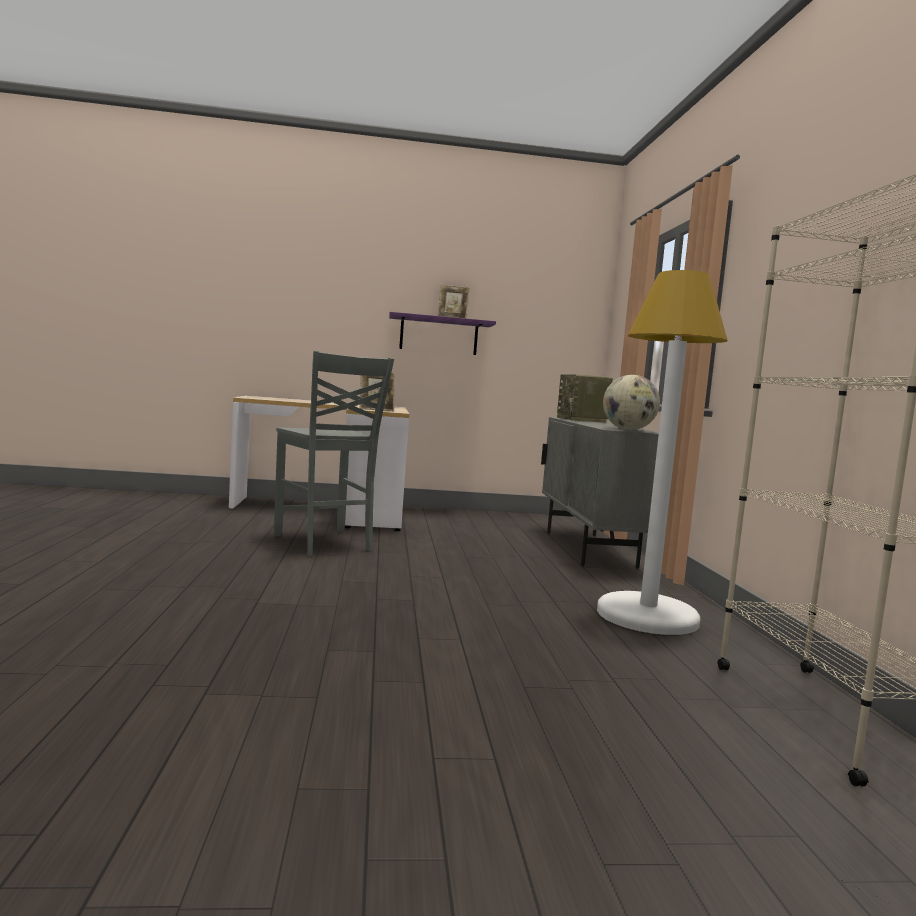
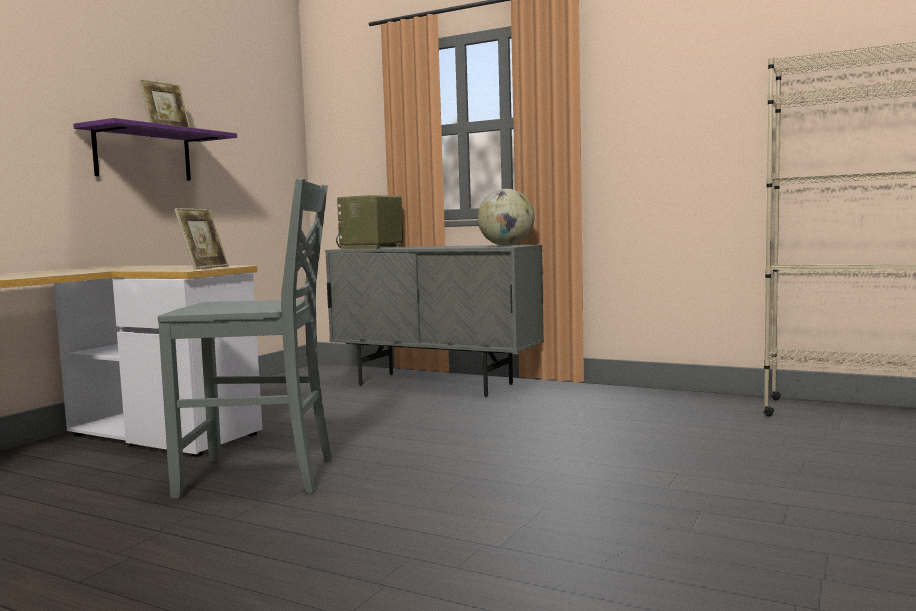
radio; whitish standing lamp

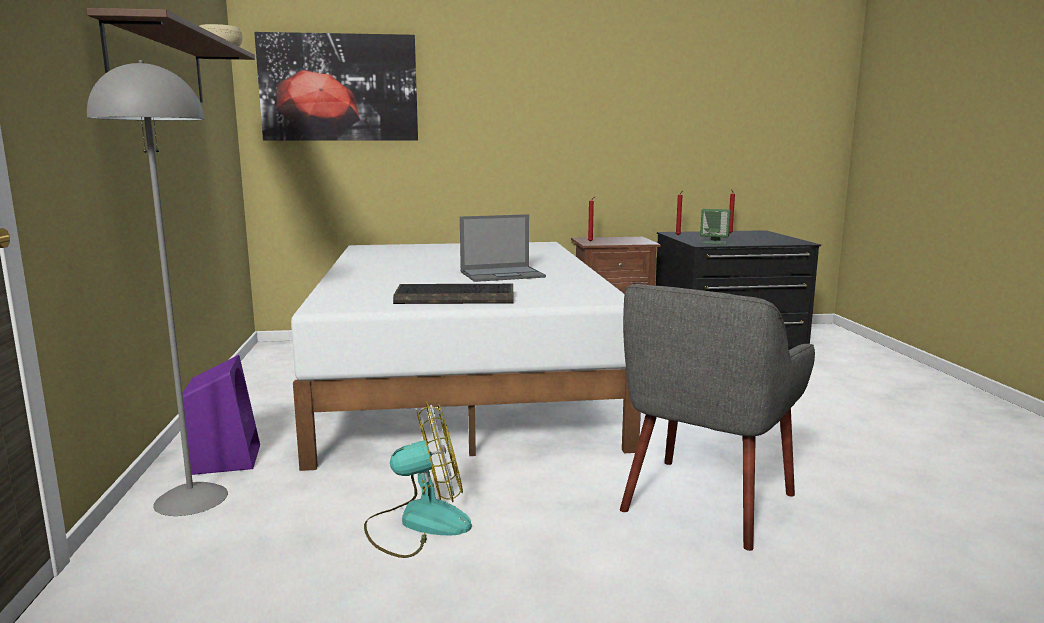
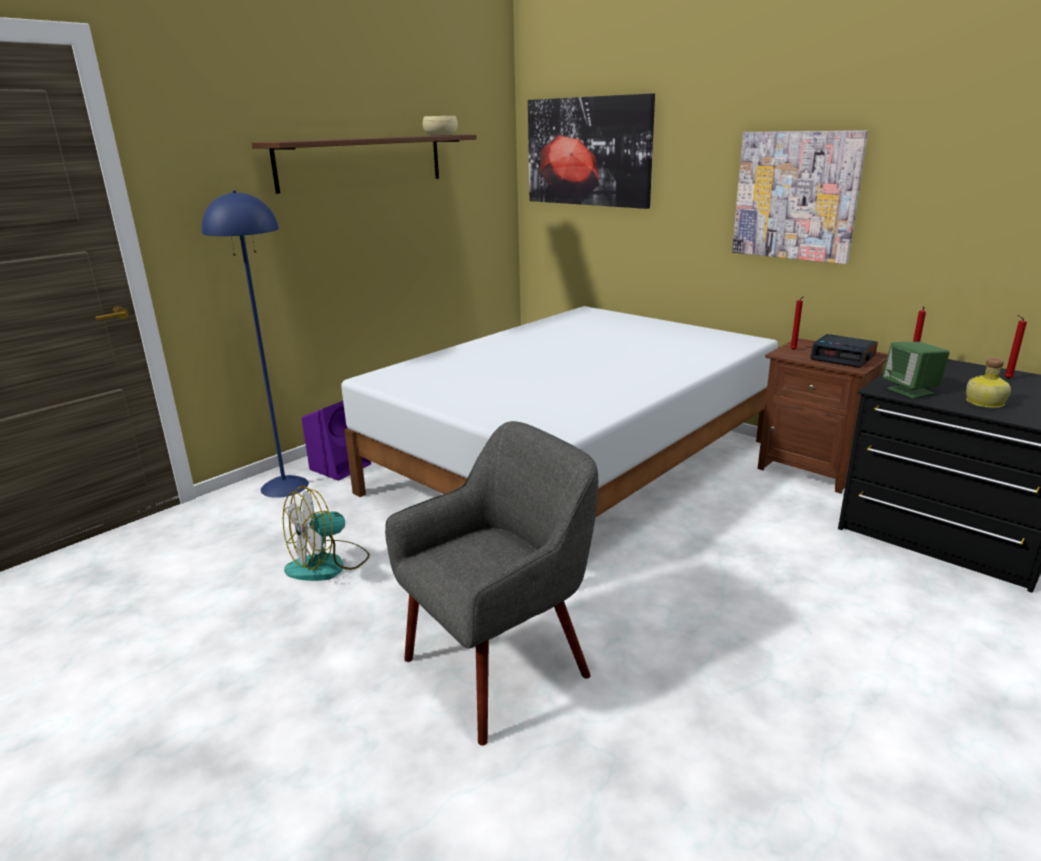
bluish standing lamp; fan; grey easy chair; wall picture (no. 2 from left); bedside clock; bottle; computer keyboard; portable computer

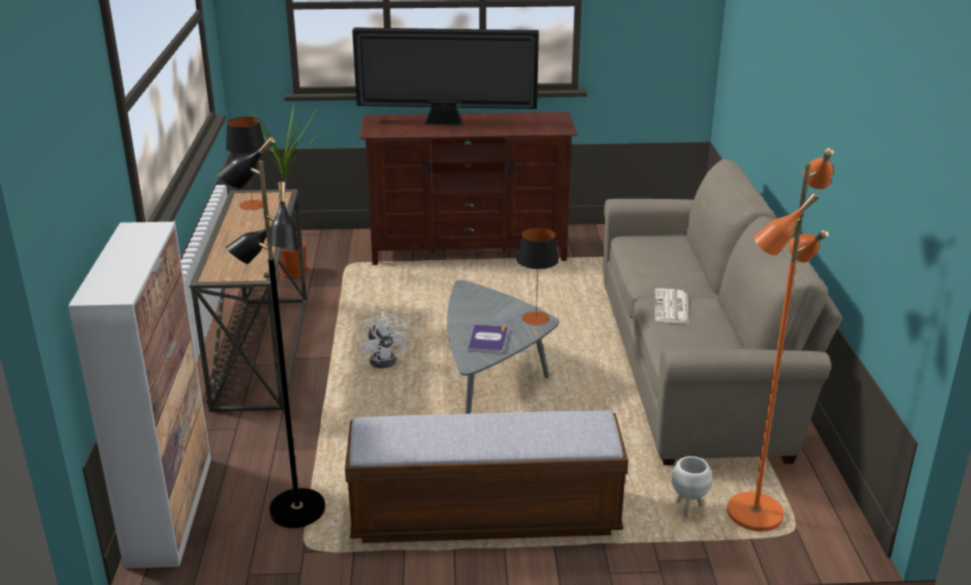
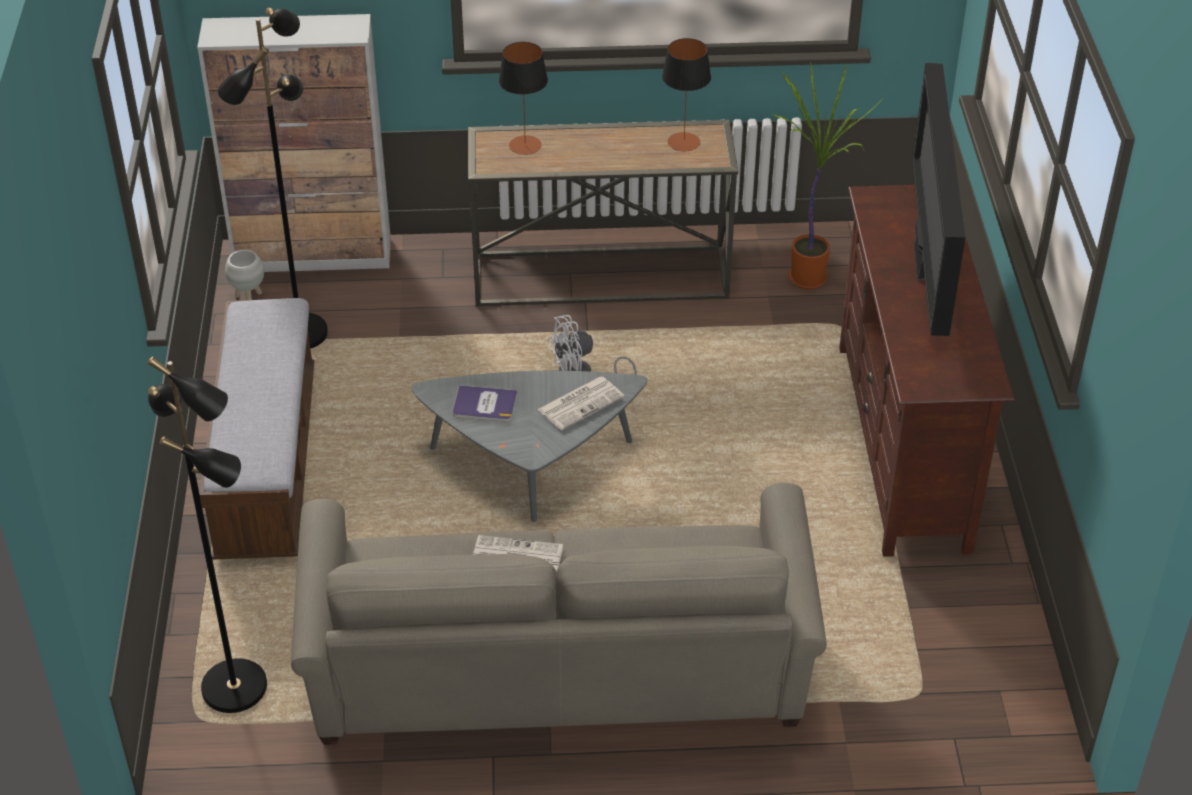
black standing lamp (no. 1 from left); whitish planter; lamp for a table (no. 1 from left); newspaper (no. 2 from left)

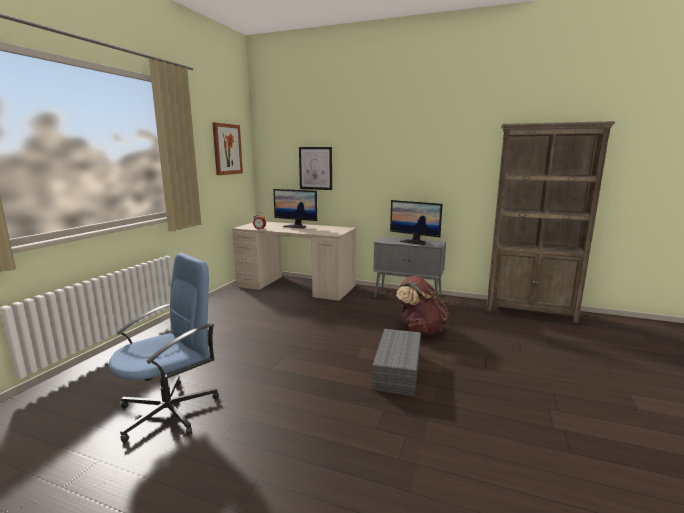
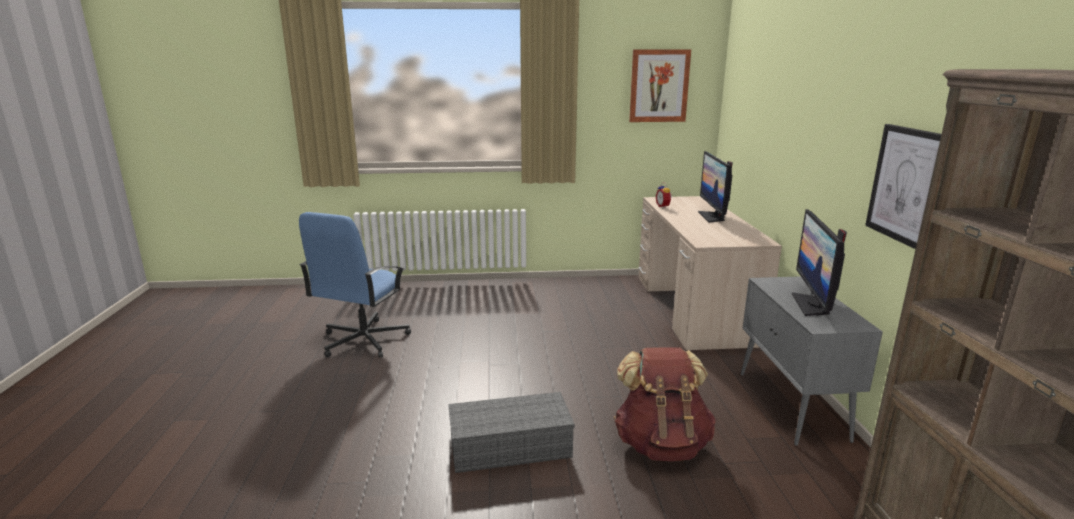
bluish computer chair; wall picture (no. 2 from left)

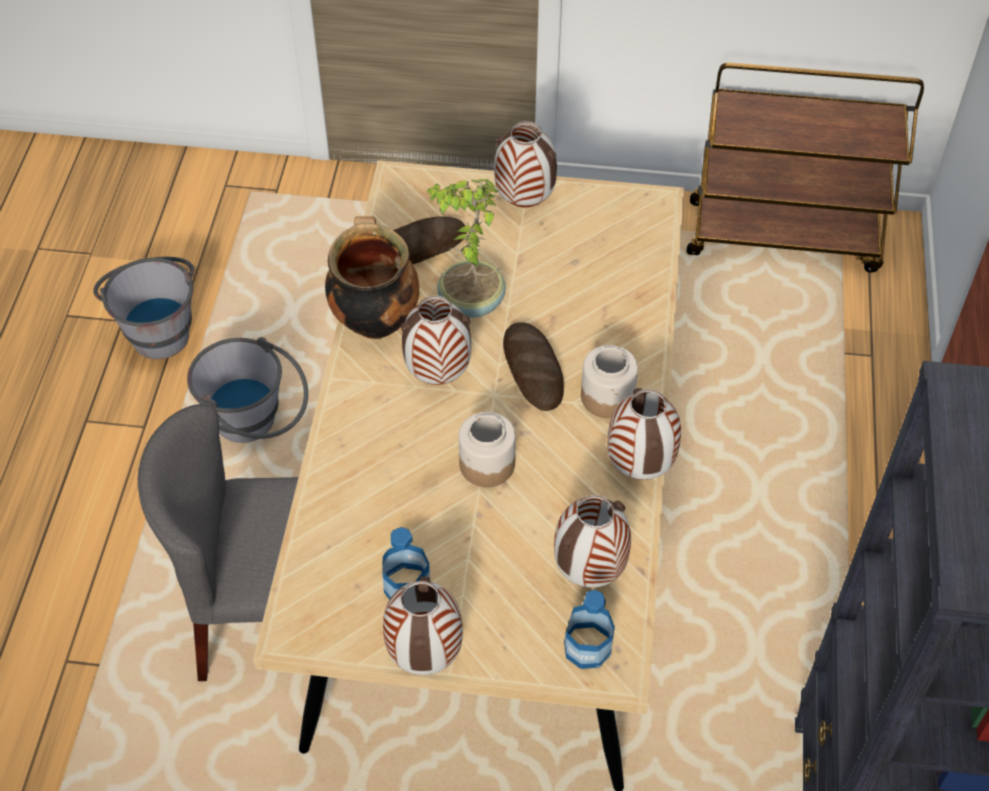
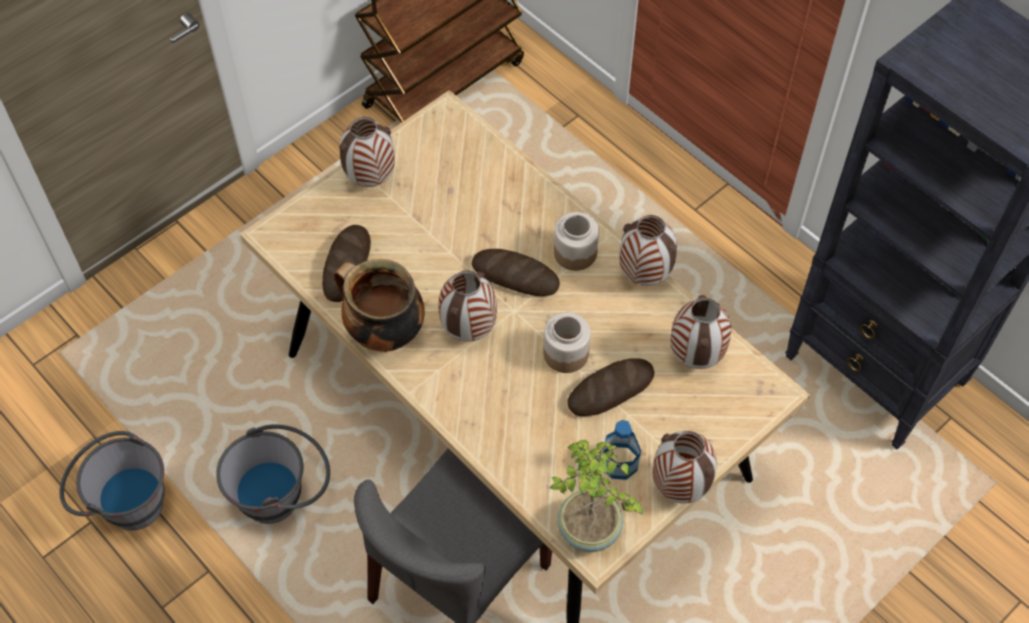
plant in a pot; bakery bread (no. 3 from left); bottle (no. 2 from left in the first image)

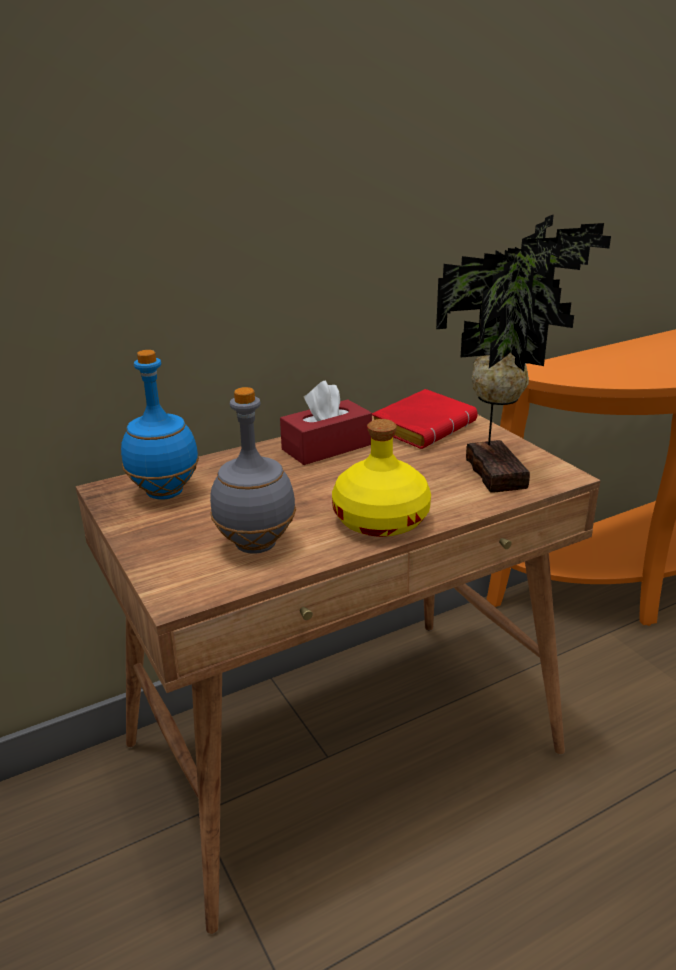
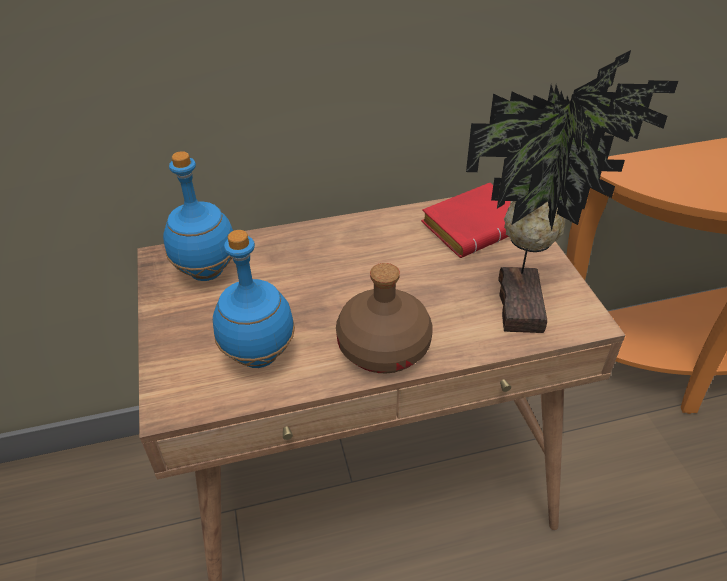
bluish bottle (no. 2 from left); brown-coloured bottle; red-coloured tissue box

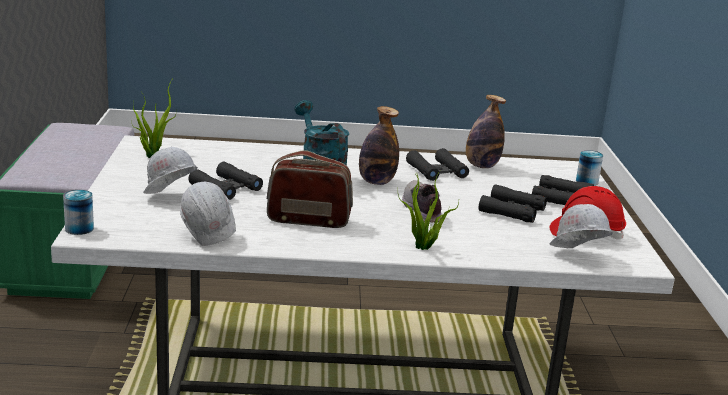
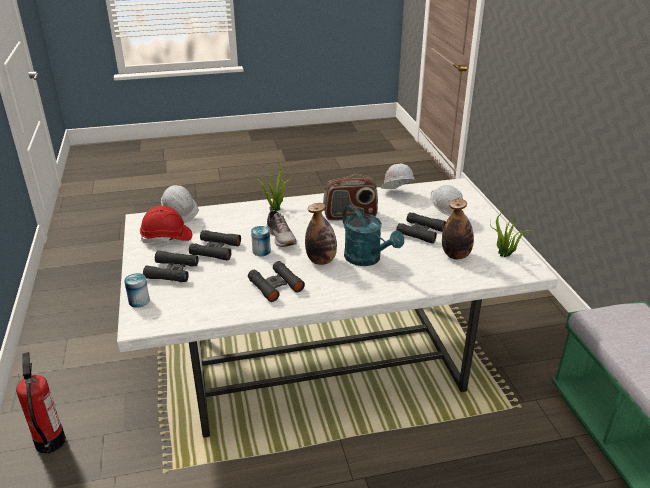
fire-fighting cylinder; can (no. 2 from left); bottle (no. 2 from left)

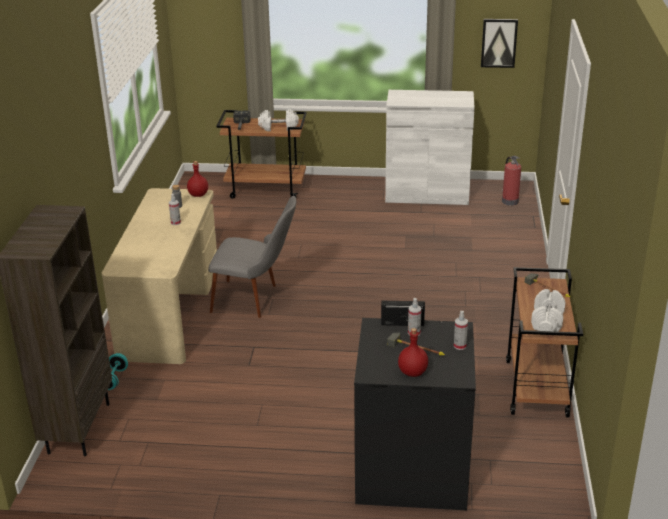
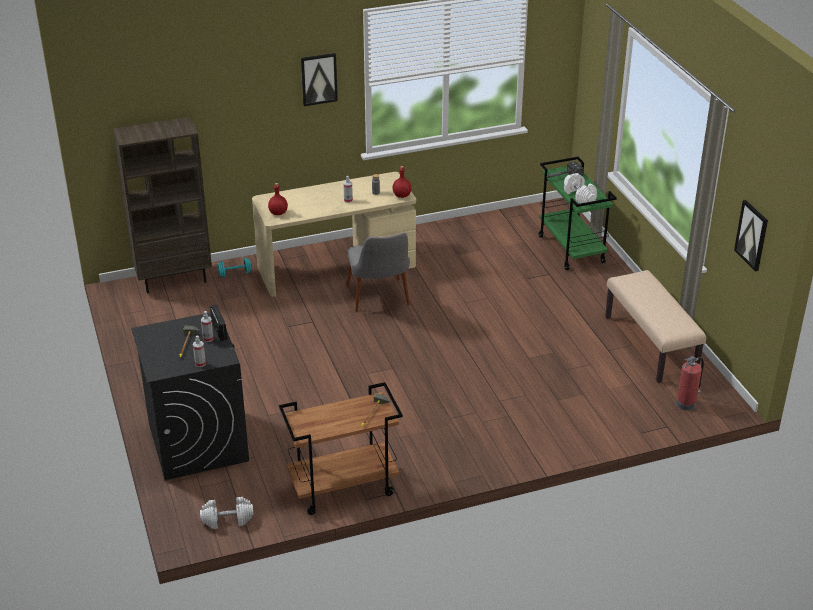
whitish hand weight (no. 1 from left); red-coloured bottle (no. 1 from left); wall picture (no. 1 from left); green-coloured cart; beige indoor bench

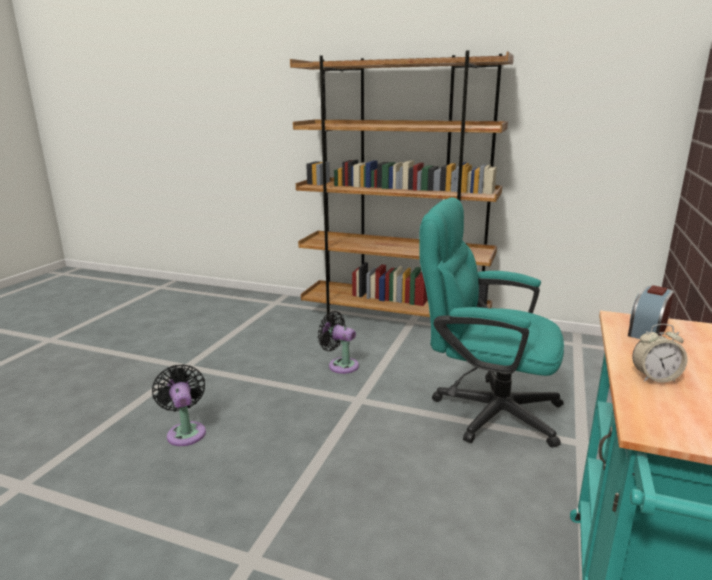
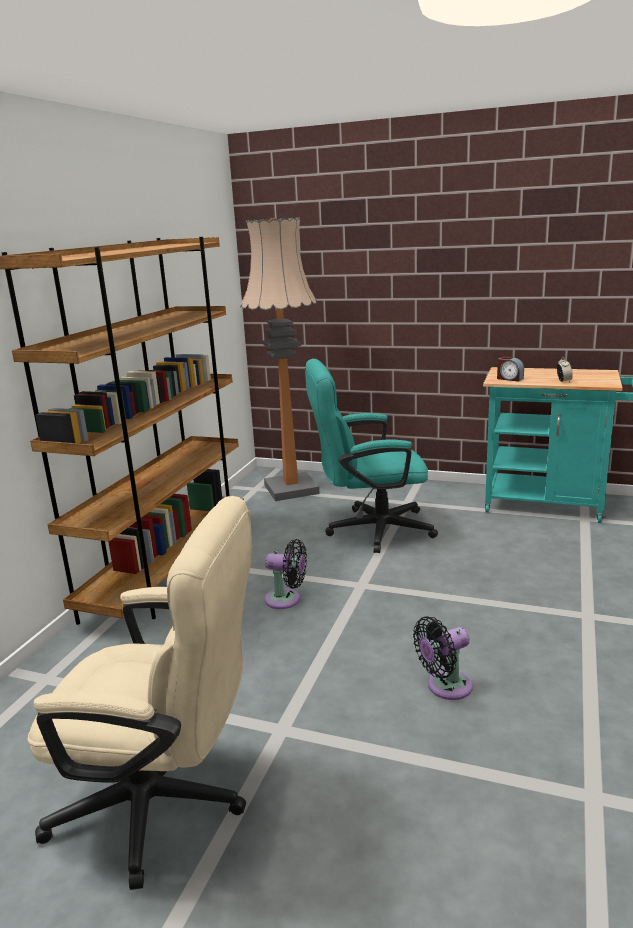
beige computer chair; standing lamp; black fan (no. 1 from left); turquoise-coloured computer chair

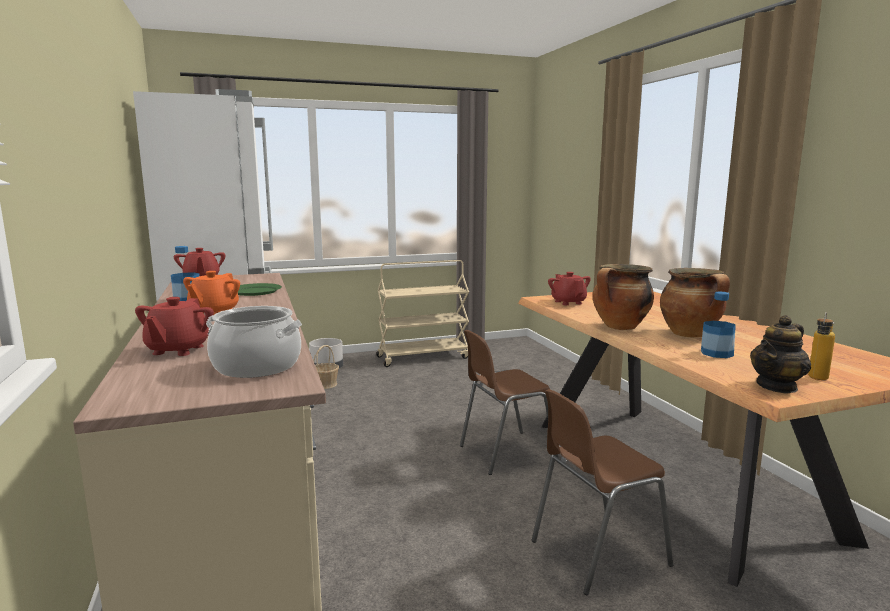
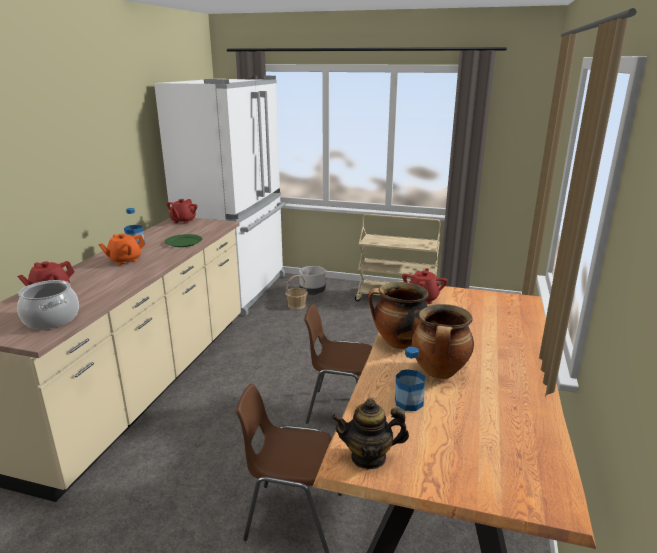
bottle (no. 3 from left in the first image)

